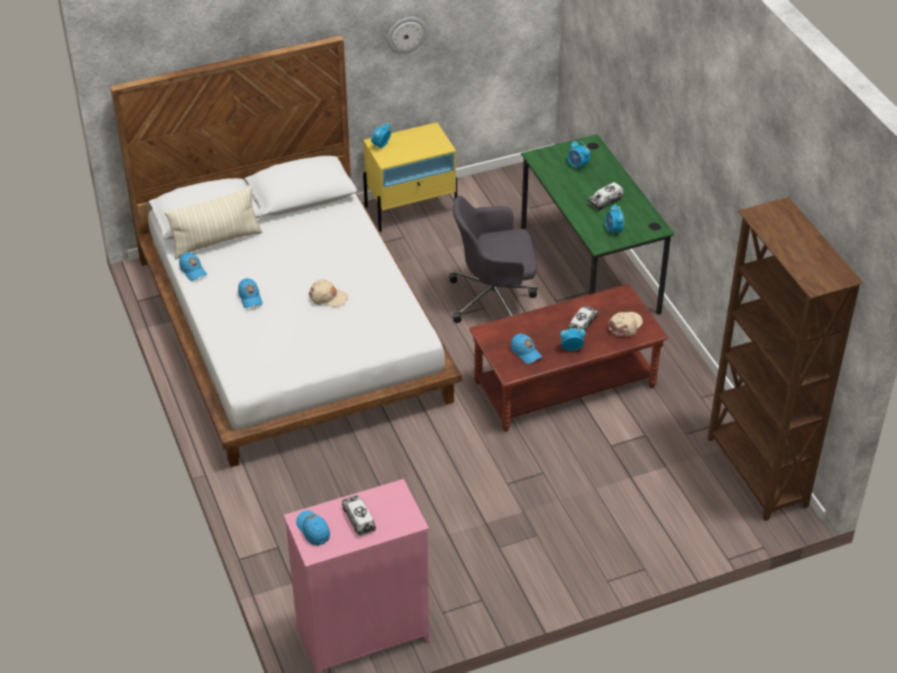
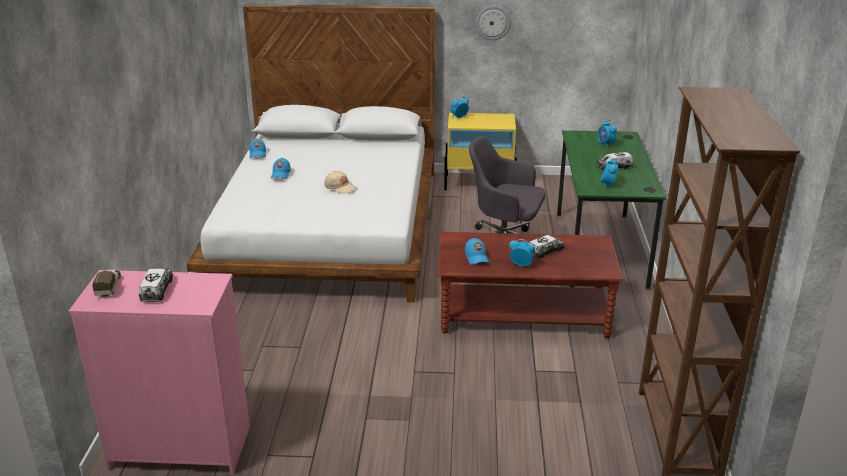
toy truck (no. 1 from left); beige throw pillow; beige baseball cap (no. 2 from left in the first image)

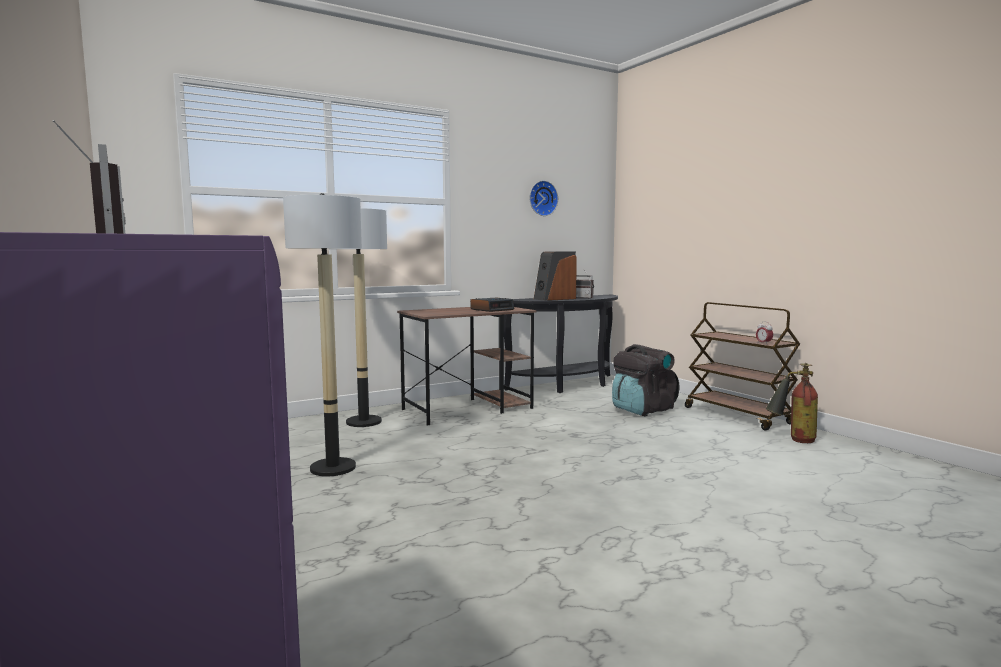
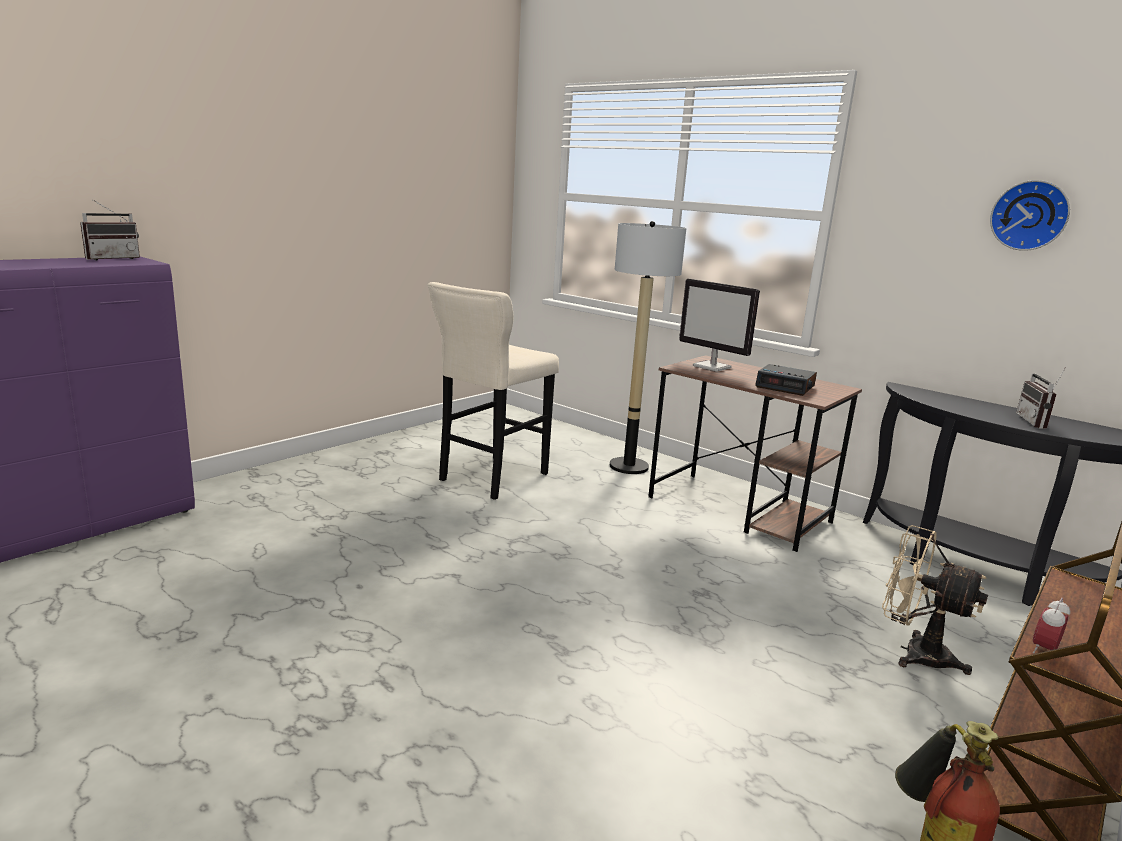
beige stool; monitor; beige fan; loudspeaker

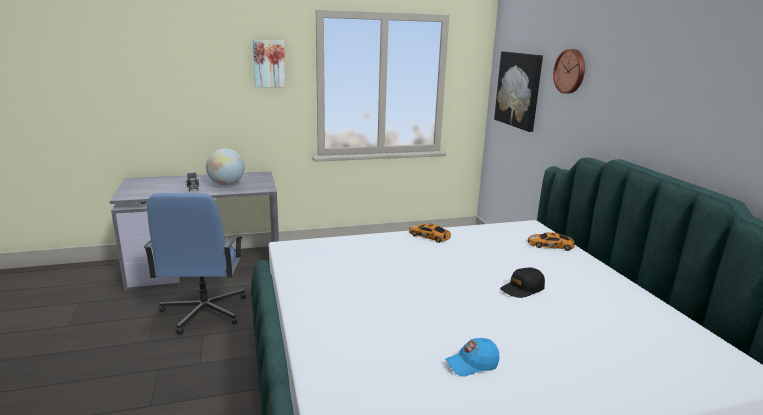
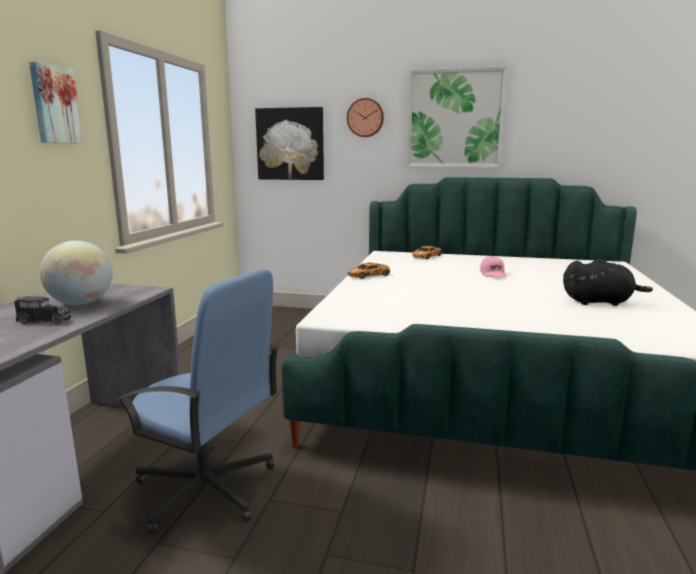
wall picture (no. 3 from left); pinkish baseball cap; black soft toy

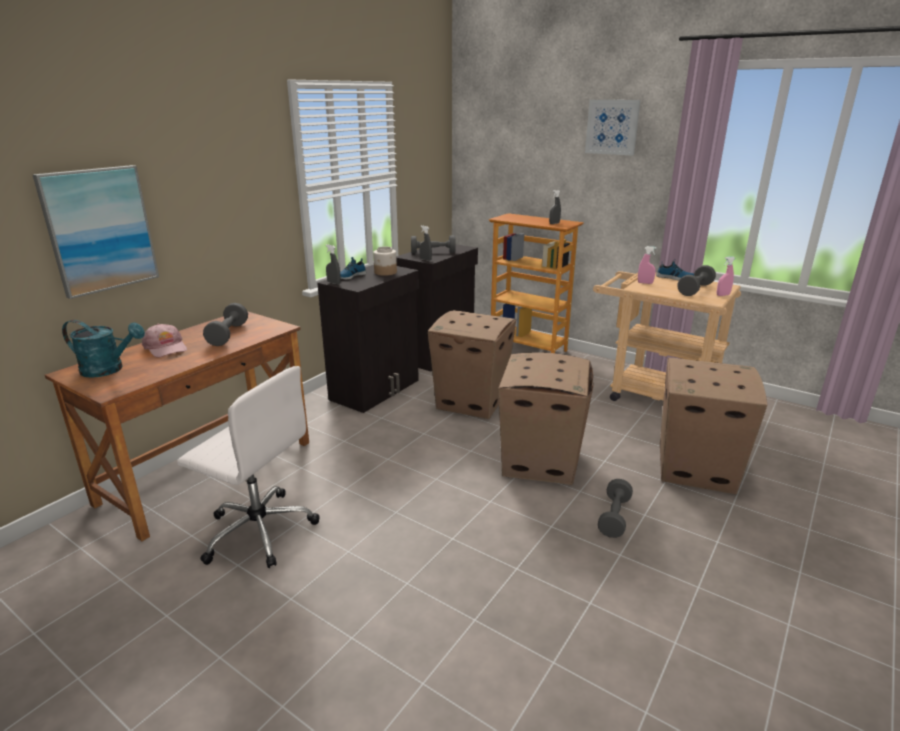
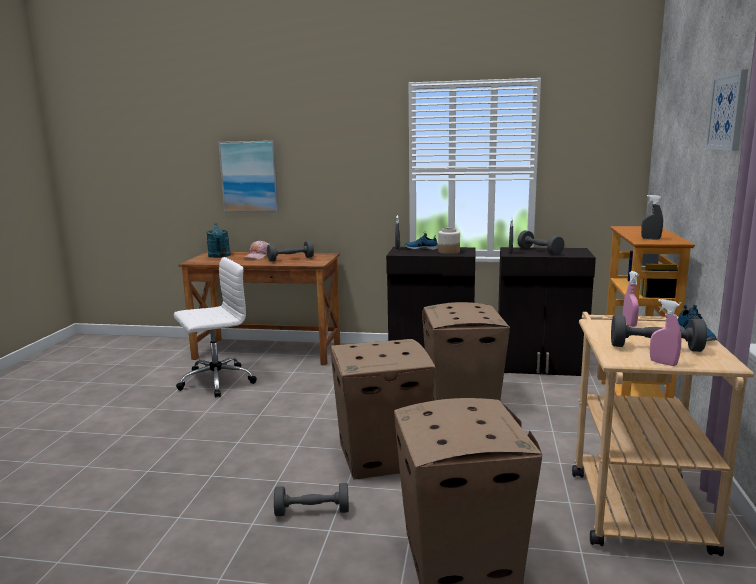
whitish computer chair

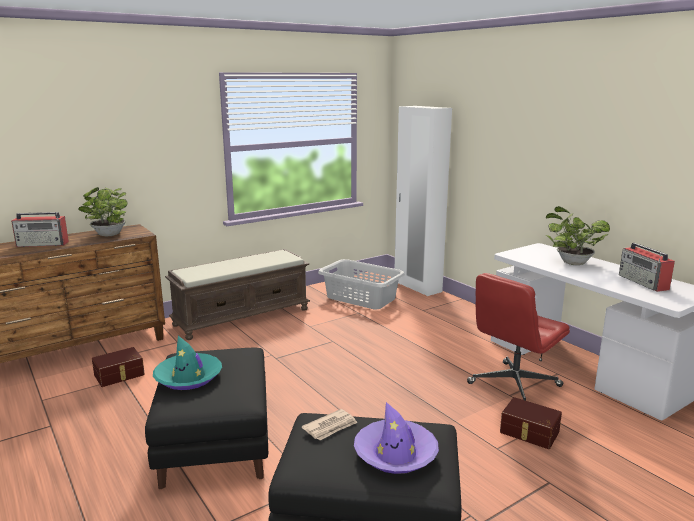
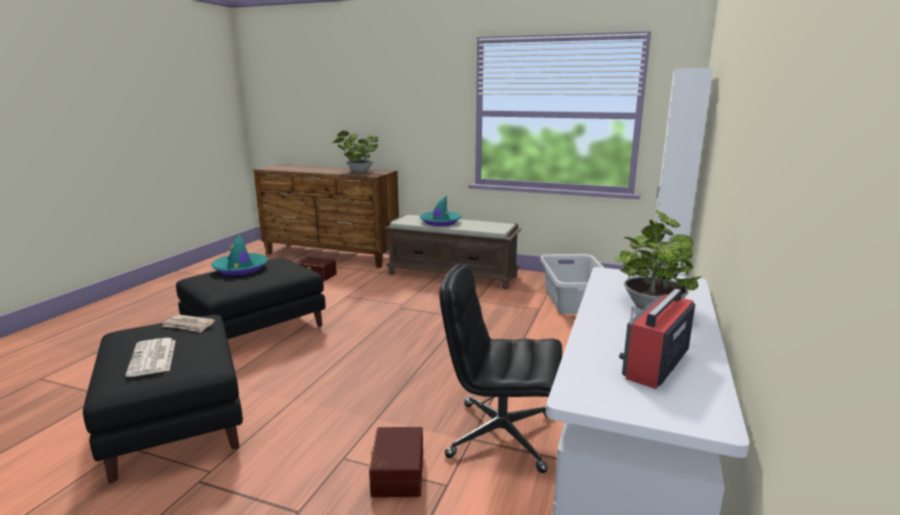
newspaper (no. 1 from left); turquoise-coloured hat (no. 2 from left); black computer chair; radio (no. 1 from left in the first image)

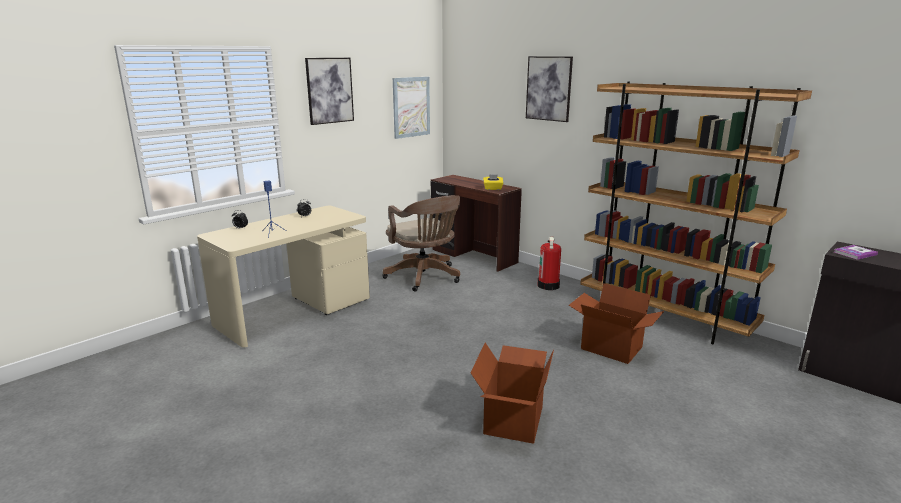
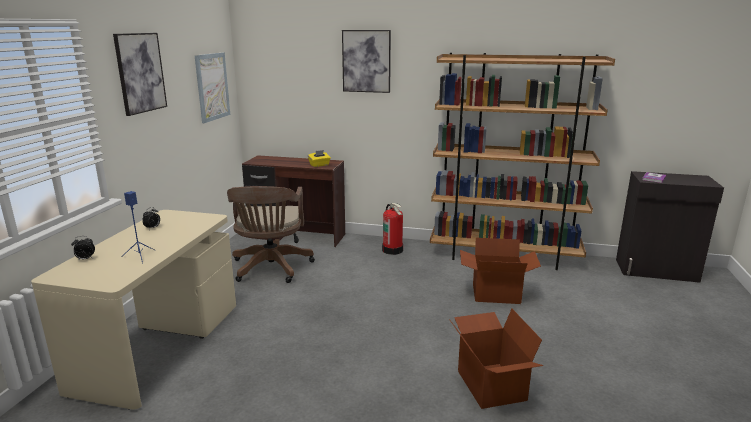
brown-coloured computer chair

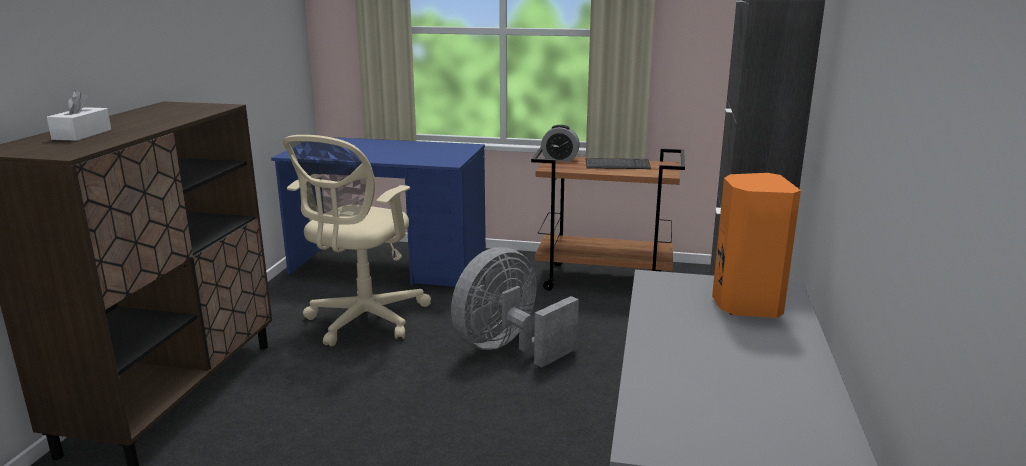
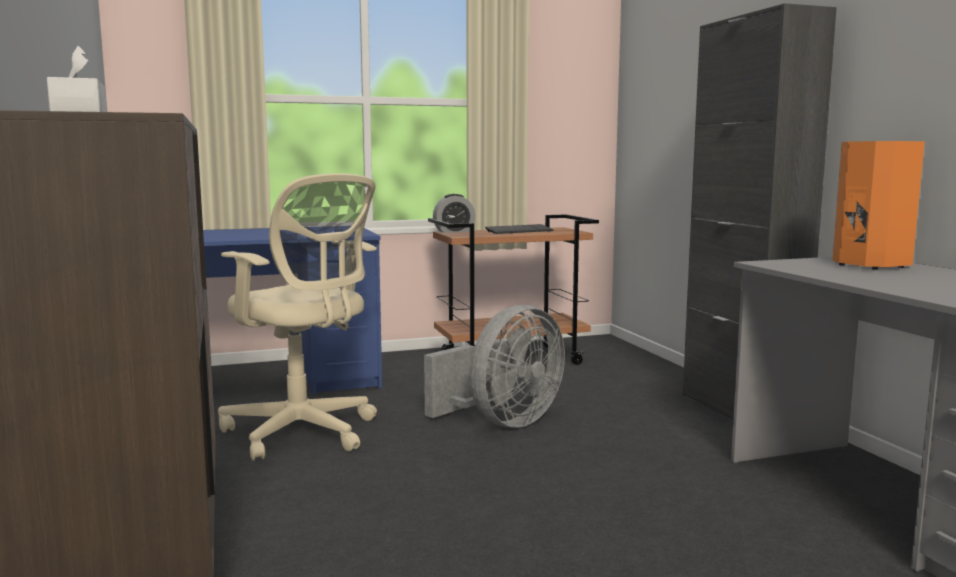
beige computer chair; grey fan

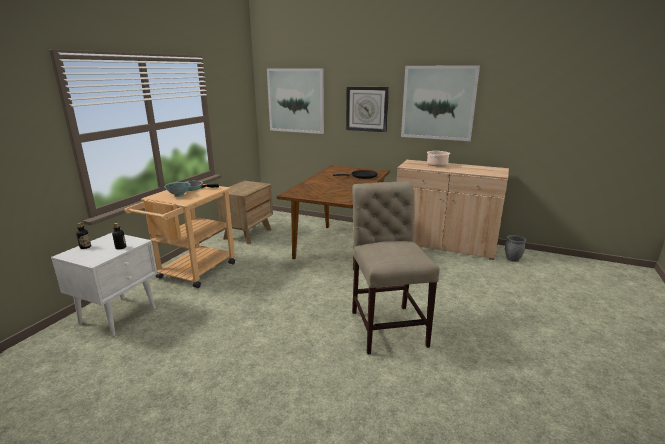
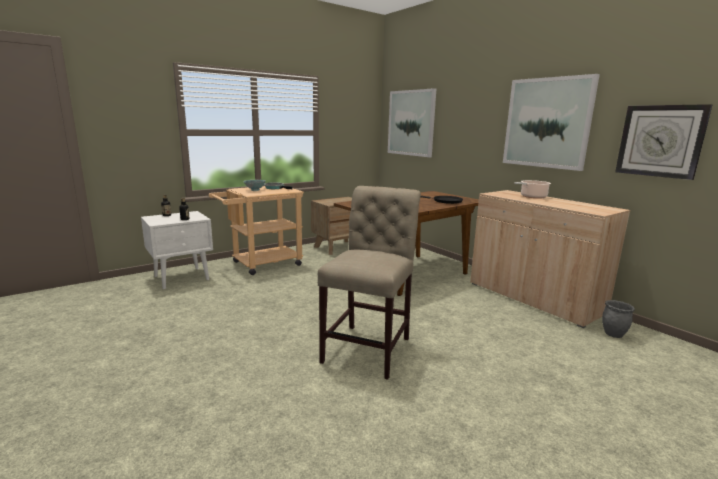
hanging clock

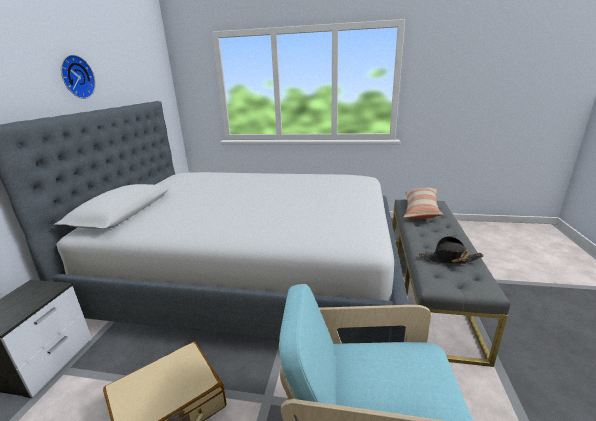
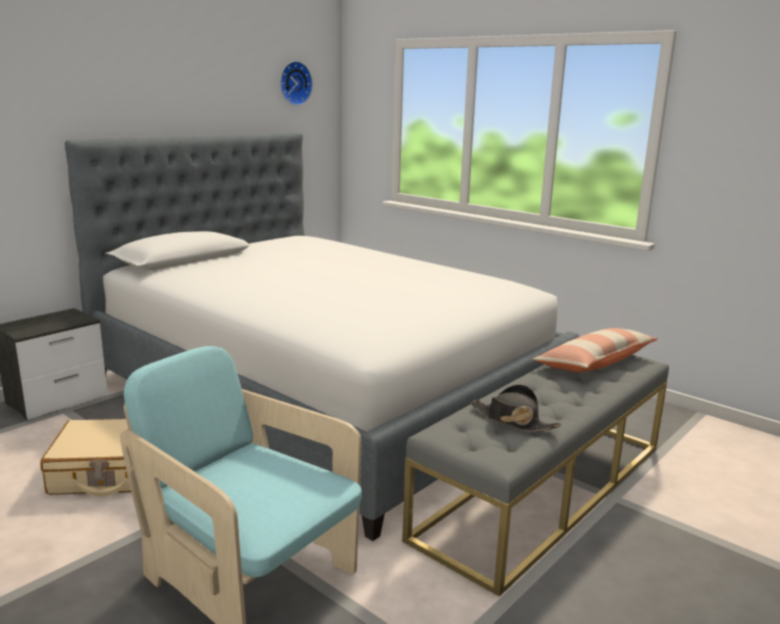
hanging clock

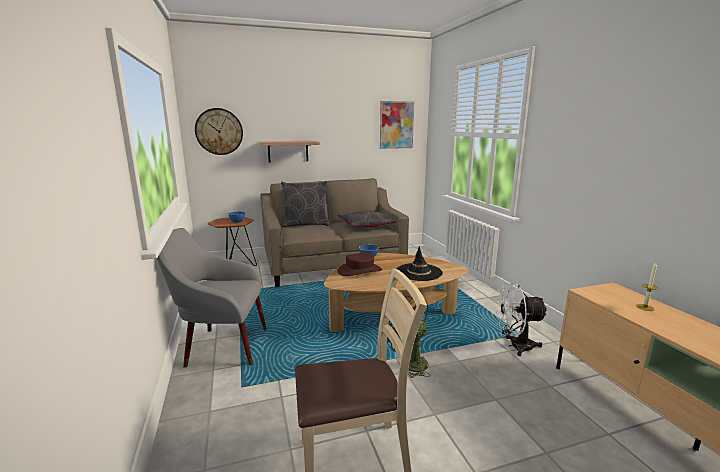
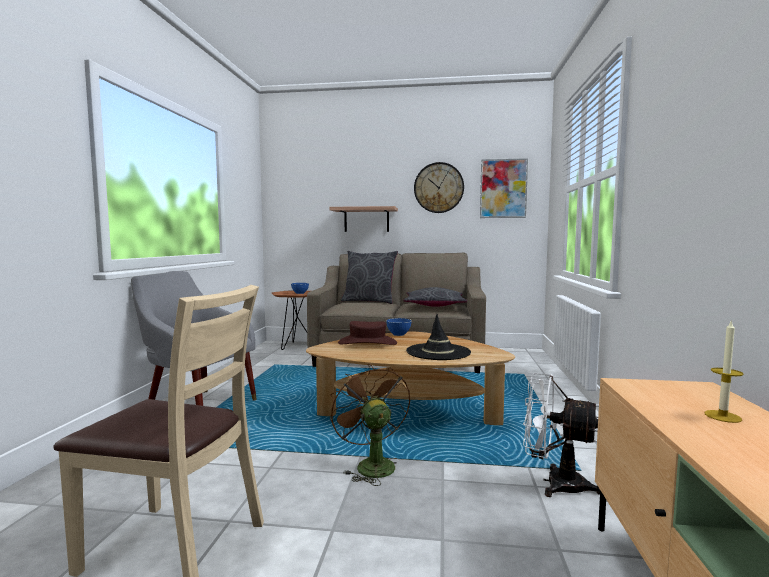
hanging clock

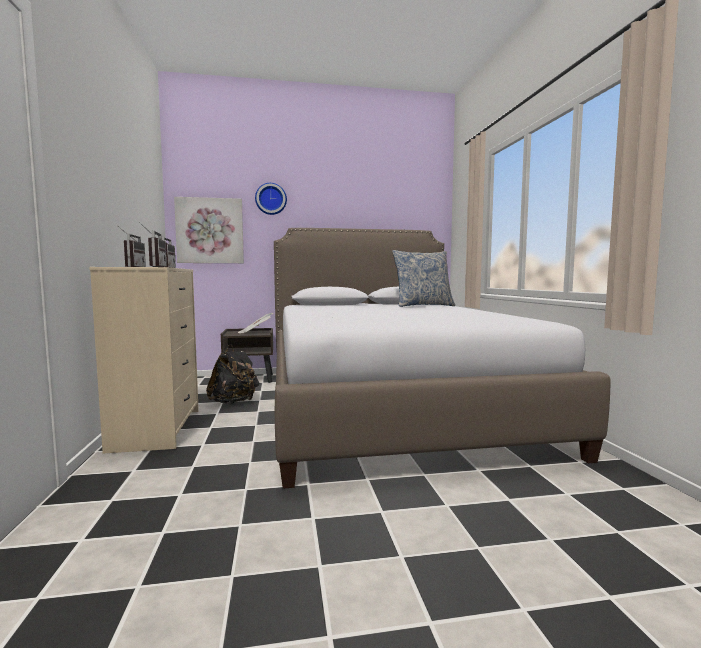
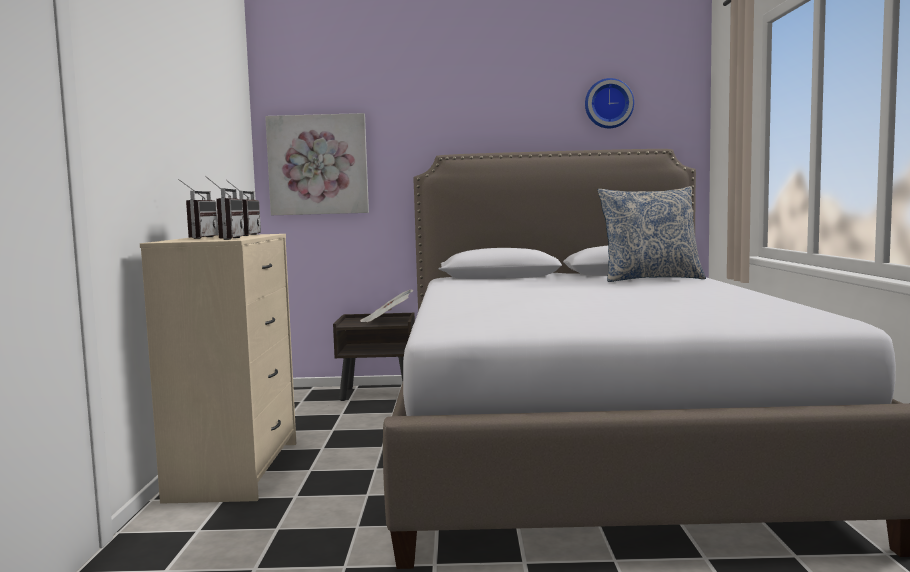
hanging clock; black knapsack

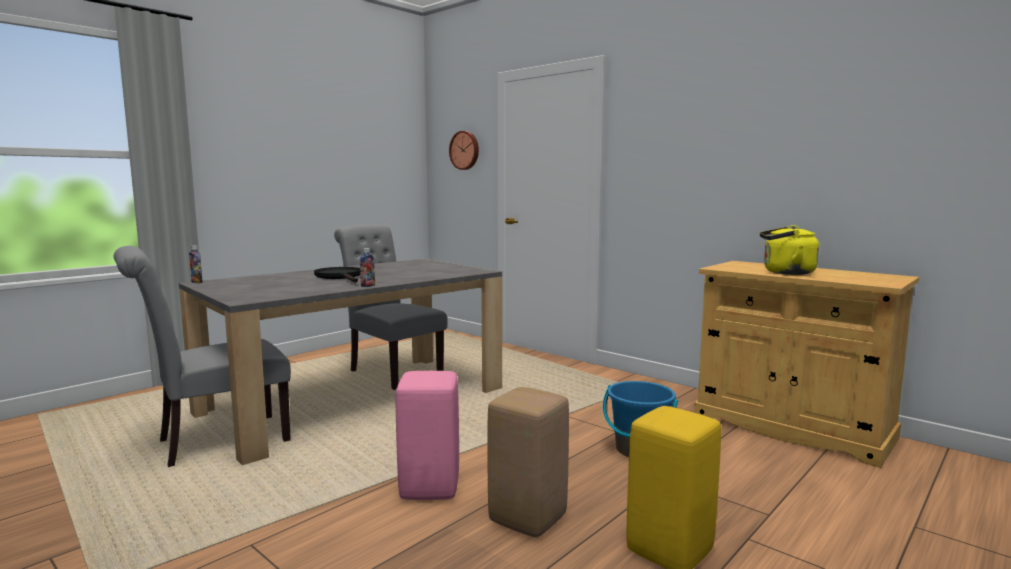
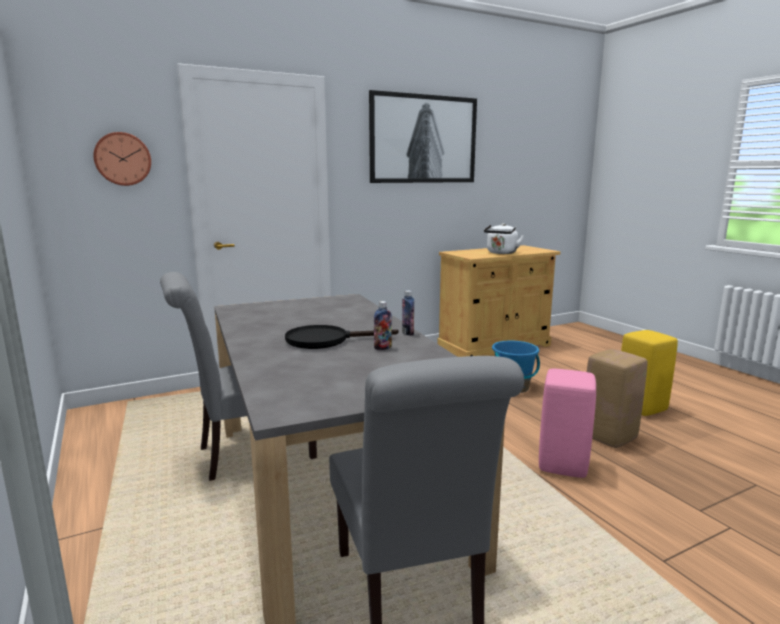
wall picture; bottle (no. 1 from left); whitish tea kettle

